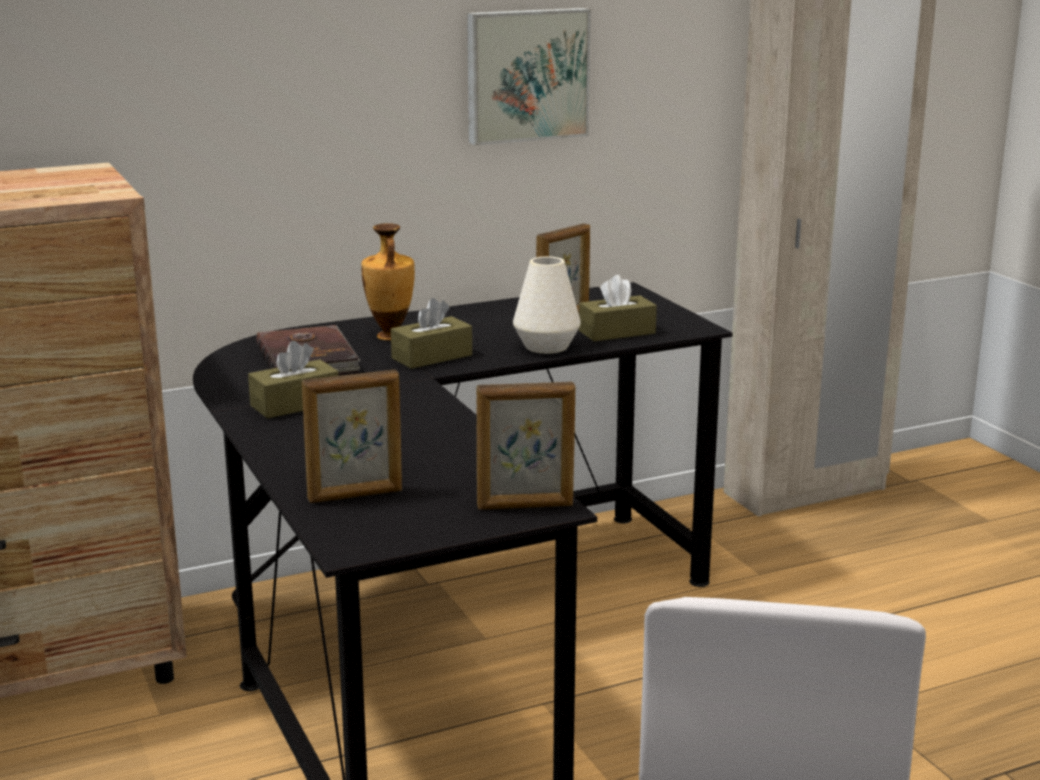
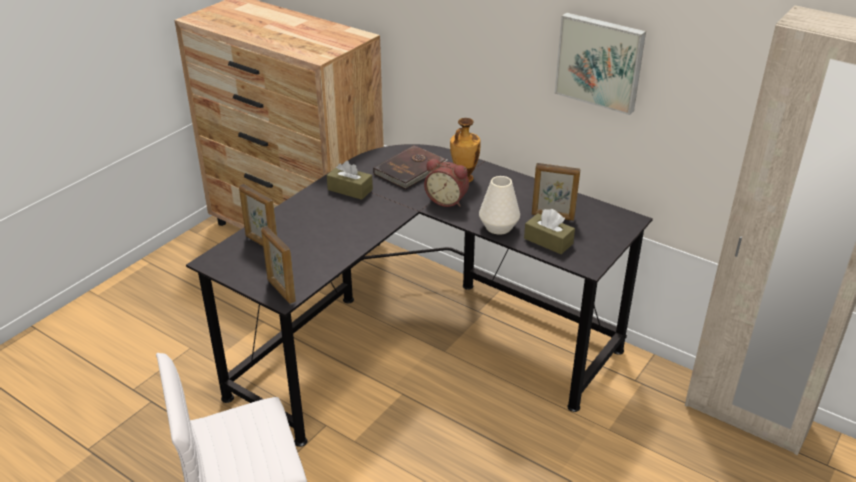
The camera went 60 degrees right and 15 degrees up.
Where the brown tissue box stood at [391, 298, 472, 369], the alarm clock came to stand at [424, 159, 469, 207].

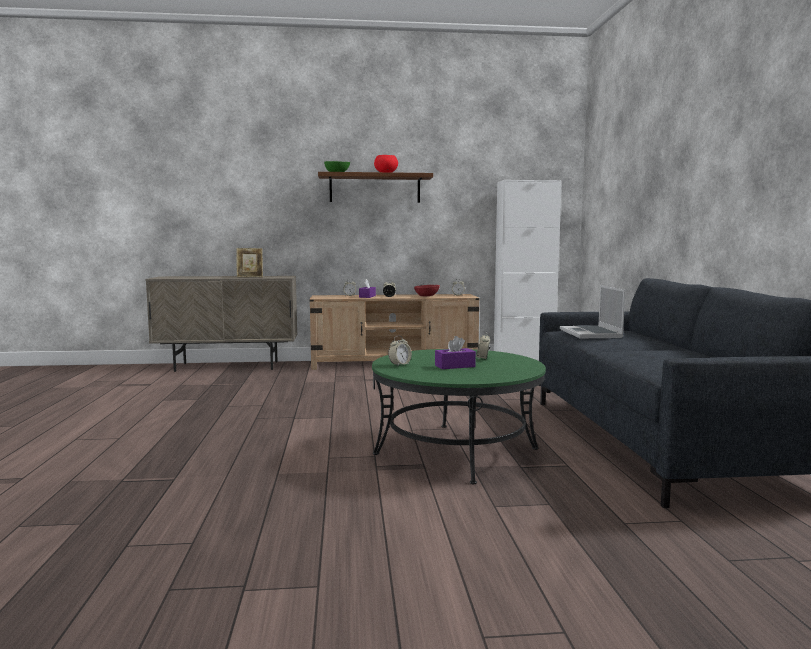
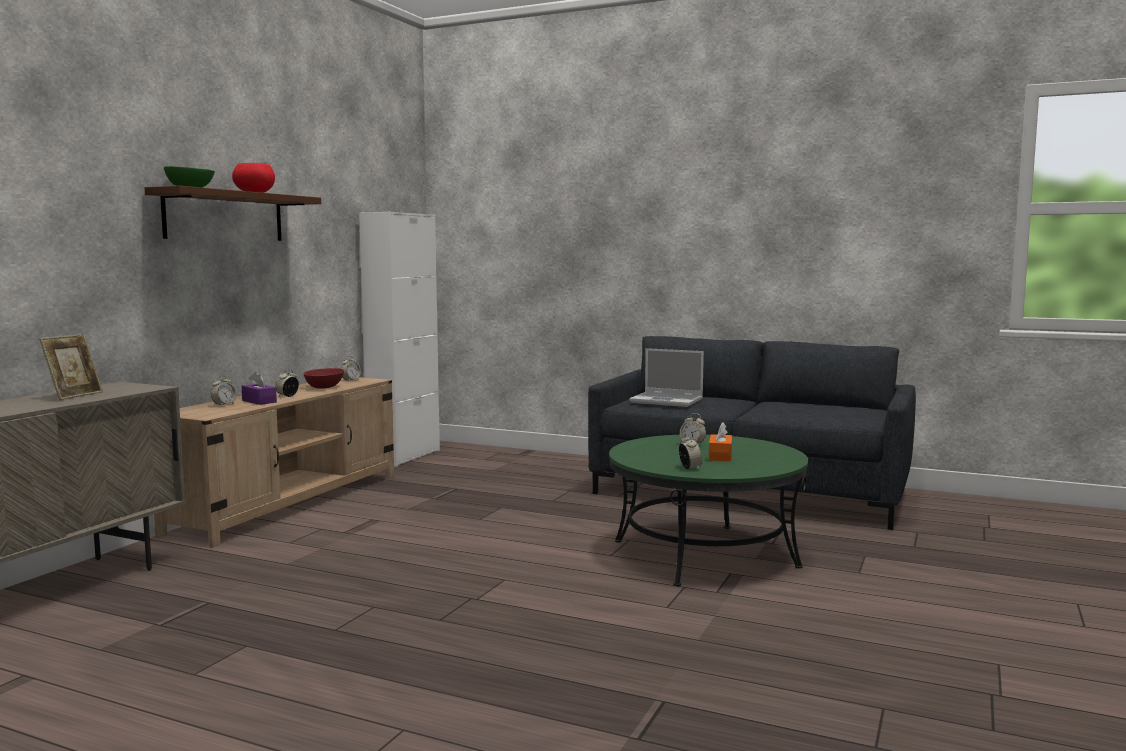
The camera went 60 degrees left and 0 degrees up.
What was the purple tissue box at [435, 336, 476, 369] turned into the orange tissue box at [709, 422, 732, 461].

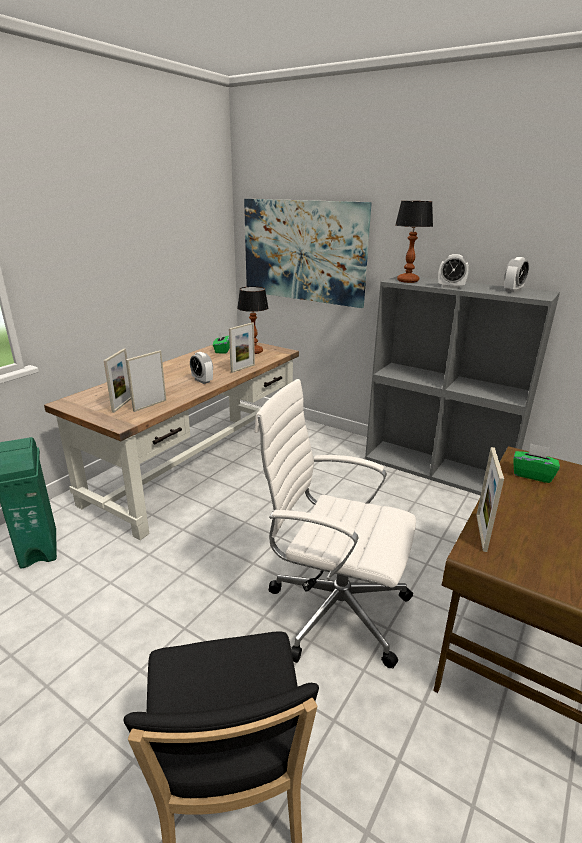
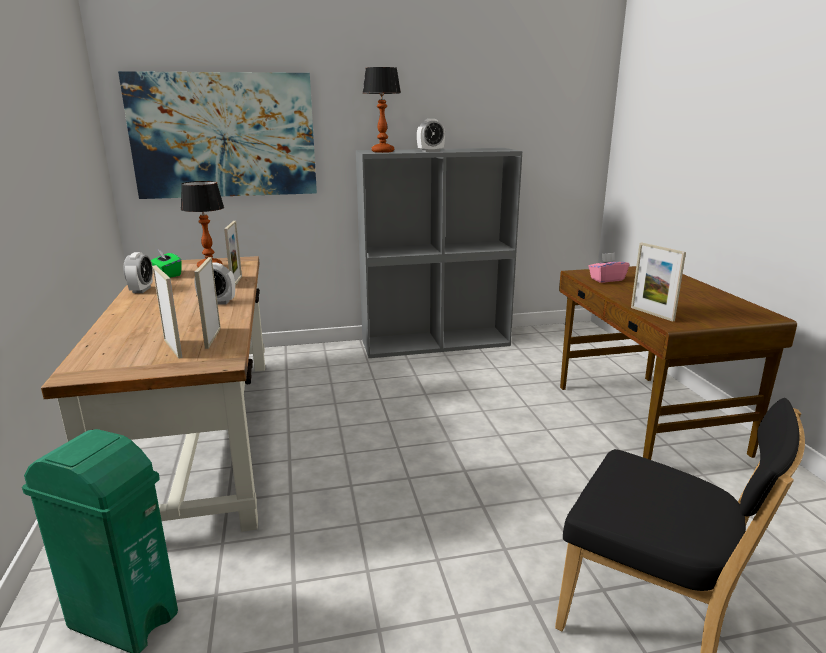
The camera went 45 degrees left and 5 degrees down.
The second view lost the white office chair at [254, 379, 416, 669].
The alarm clock ended up elsewhere, having gone from [504, 257, 529, 292] to [123, 252, 153, 293].
What was the green tissue box at [513, 443, 560, 483] turned into the pink tissue box at [588, 252, 629, 283].

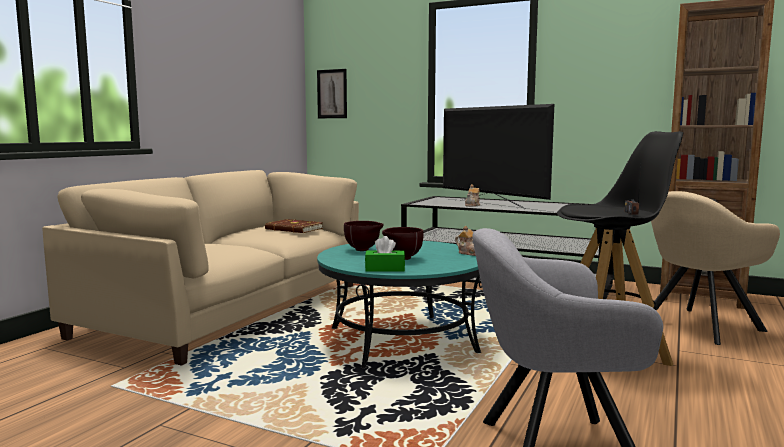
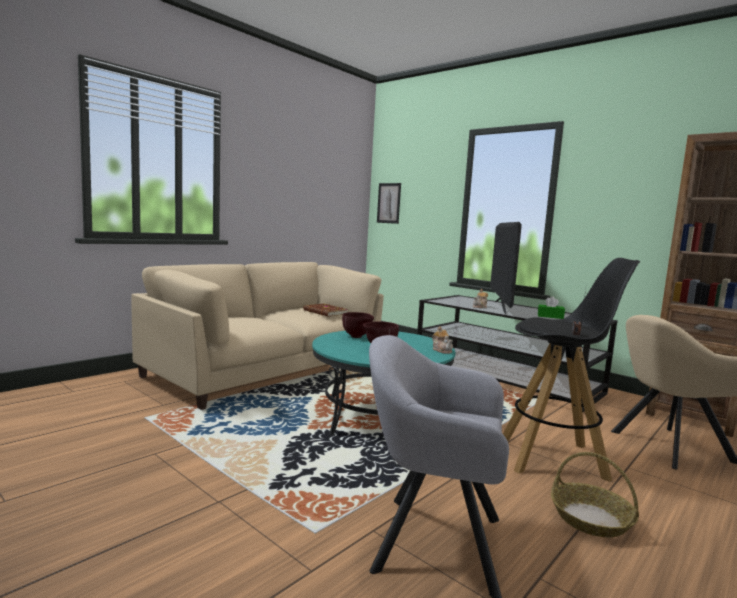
The camera went 15 degrees right and 0 degrees up.
The green tissue box ended up elsewhere, having gone from [365, 236, 405, 272] to [538, 296, 565, 319].
The television at [443, 104, 554, 209] ended up facing another way, 150 degrees counterclockwise from before.
The second view gained the basket at [551, 452, 639, 537].

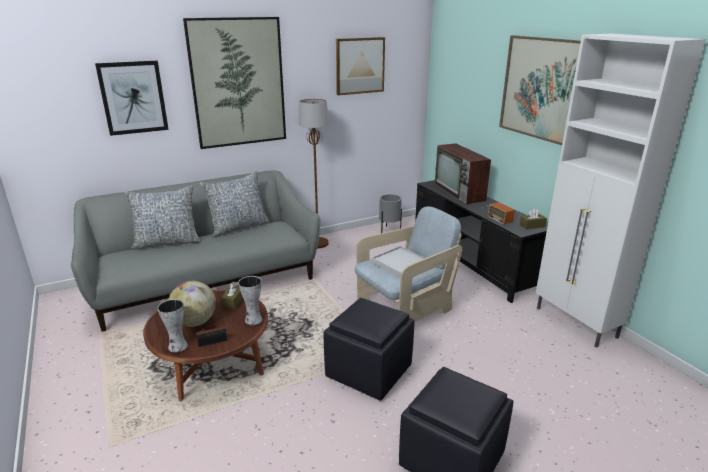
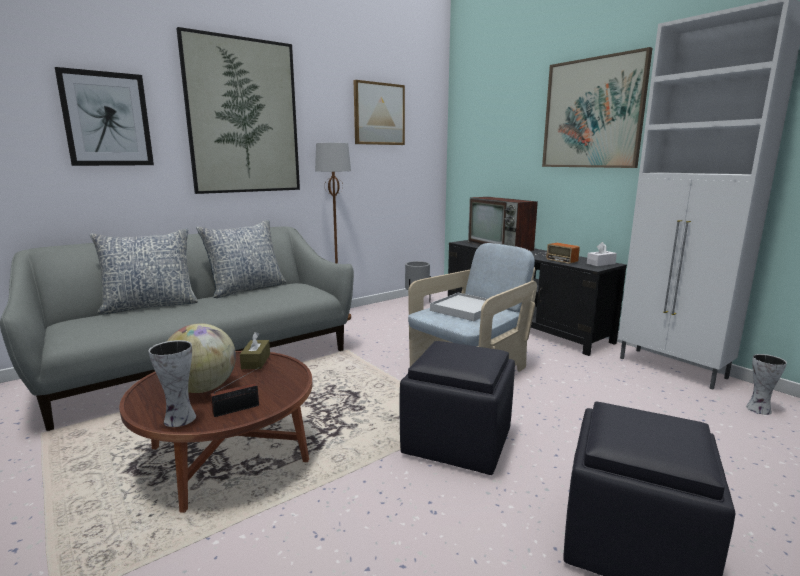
The camera went 10 degrees left and 10 degrees down.
The vase ended up elsewhere, having gone from [238, 276, 263, 325] to [746, 354, 787, 415].
What was the brown tissue box at [520, 208, 547, 230] turned into the white tissue box at [587, 242, 617, 266].

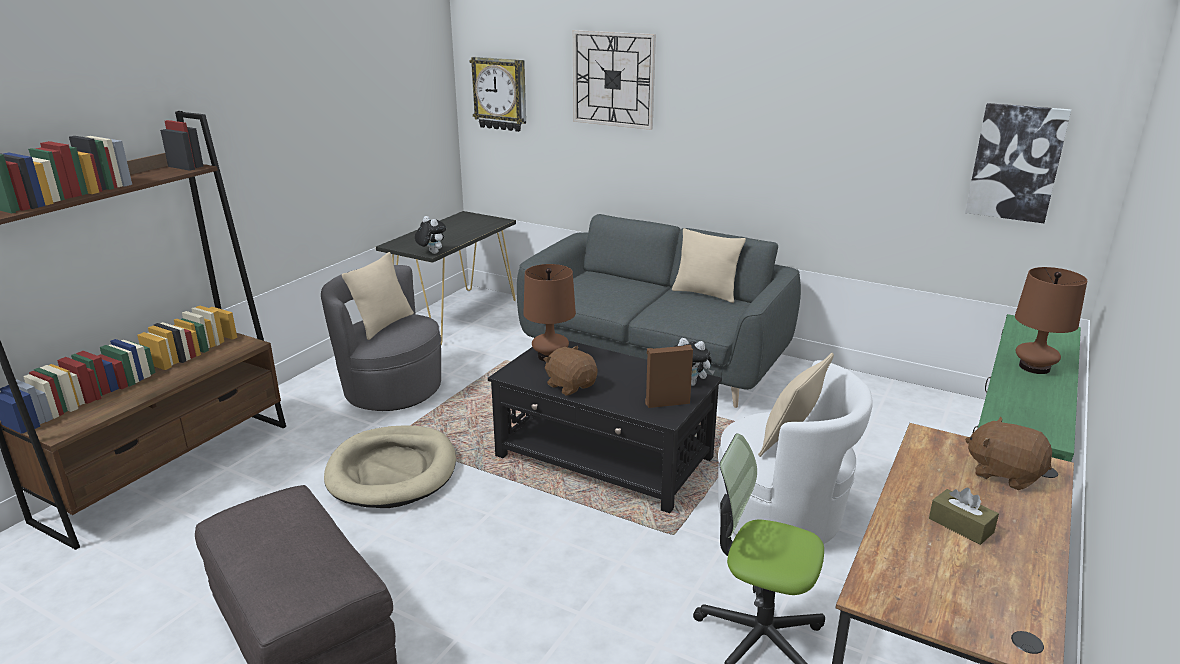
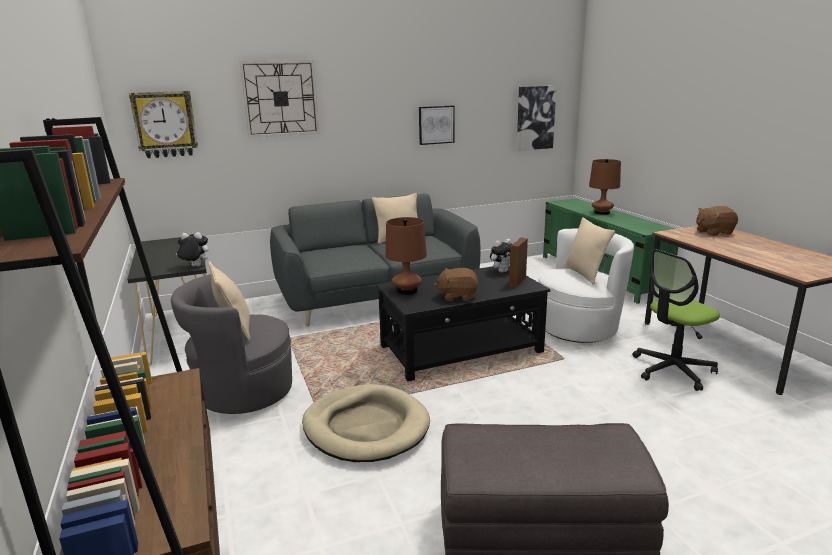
The camera went 50 degrees left and 5 degrees down.
The second view lost the brown tissue box at [929, 488, 999, 545].
The second view gained the picture at [419, 106, 455, 145].

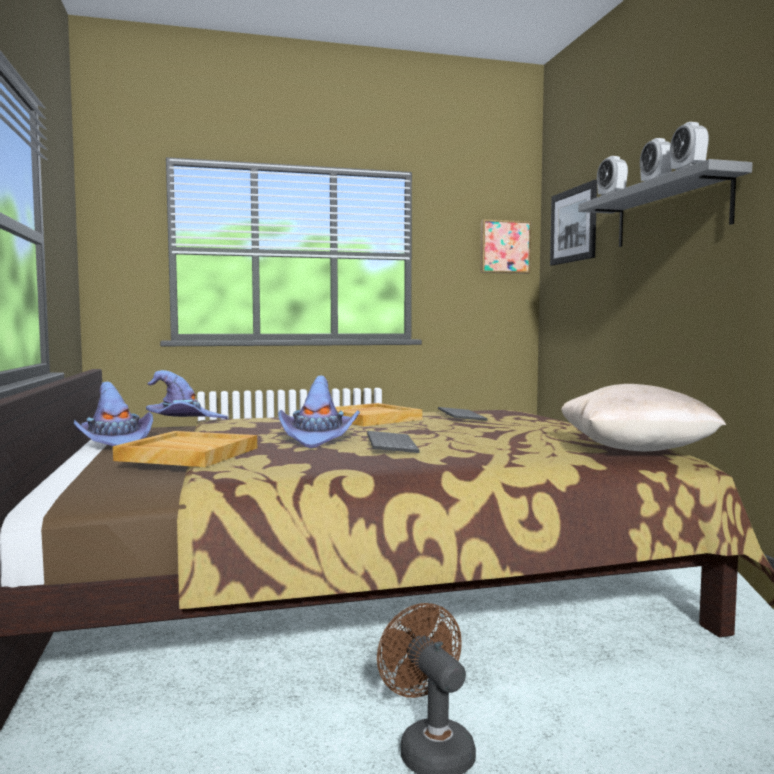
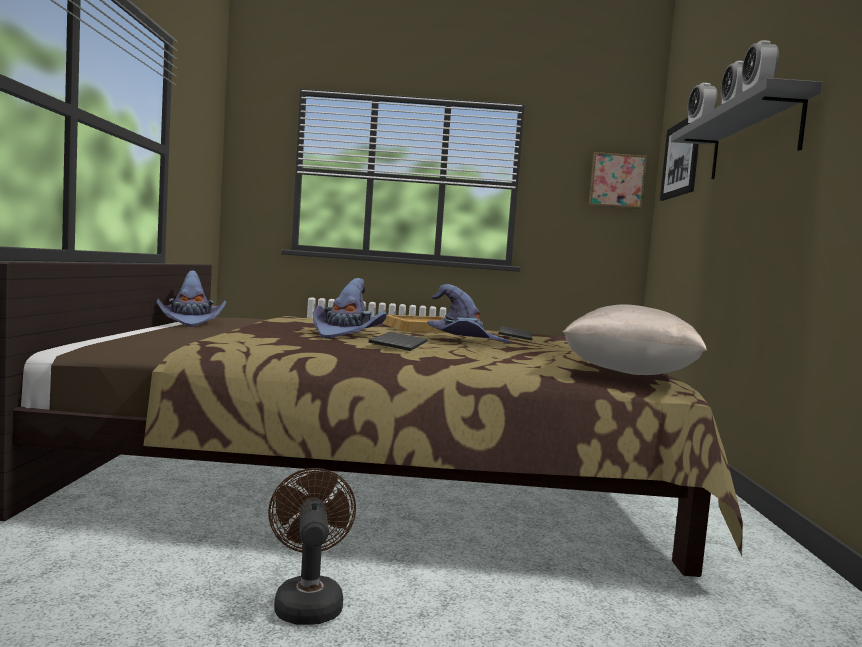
The camera went 15 degrees right and 0 degrees up.
The second view lost the beige tray at [113, 431, 257, 467].
The purple hat ended up elsewhere, having gone from [146, 370, 228, 419] to [428, 284, 510, 344].

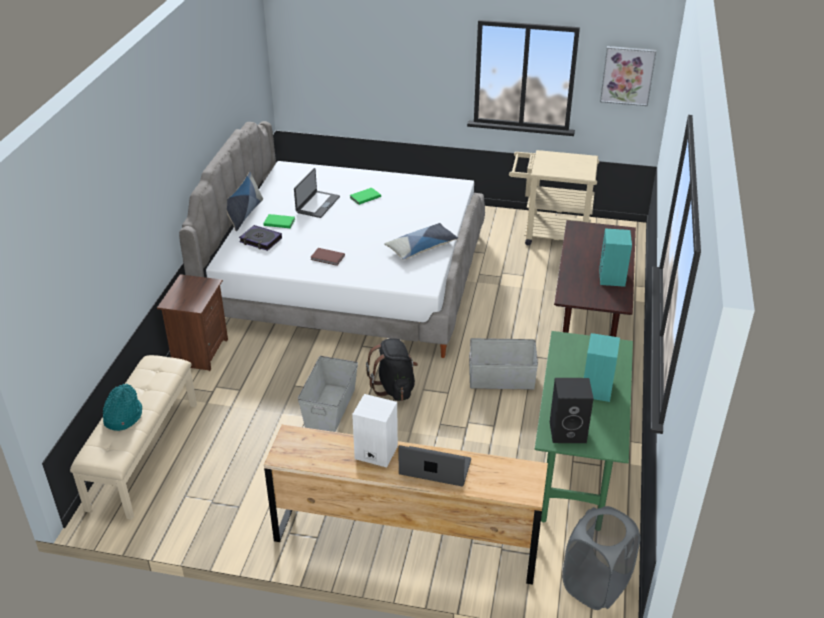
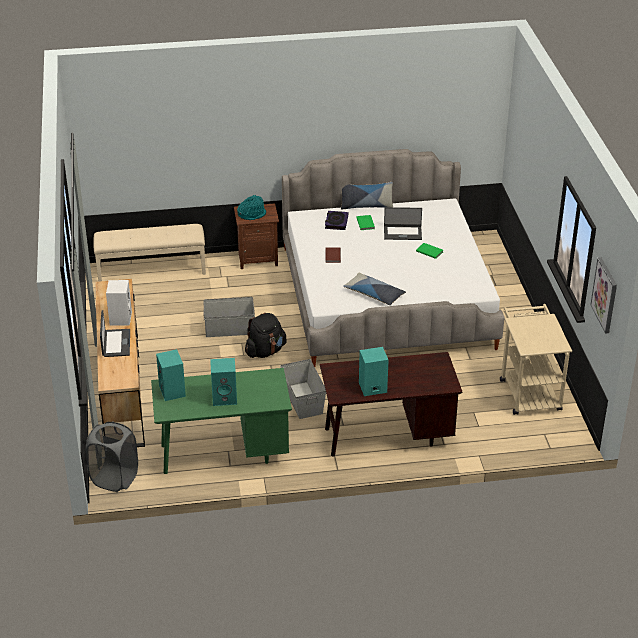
The camera went 70 degrees right and 0 degrees up.
The turquoise hat ended up elsewhere, having gone from [103, 383, 142, 431] to [237, 195, 266, 220].
What was the black speaker at [550, 378, 594, 443] turned into the turquoise speaker at [156, 349, 186, 401].

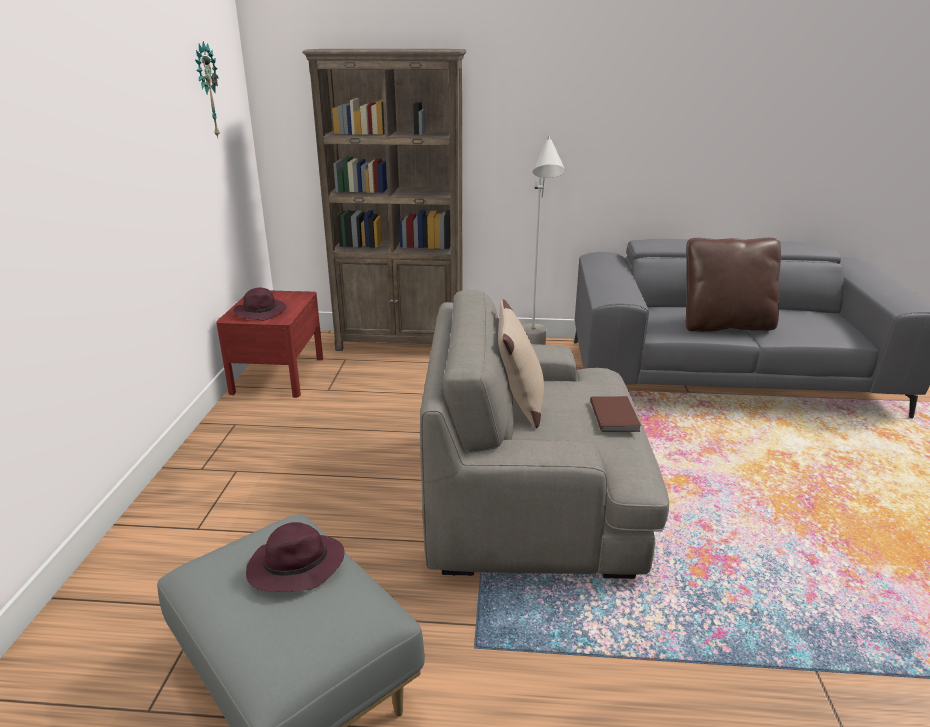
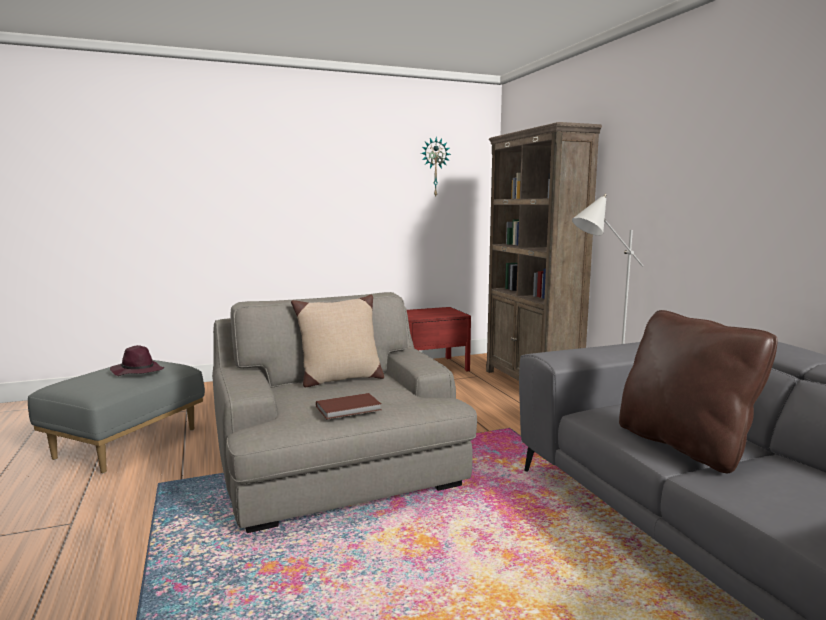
The camera went 65 degrees right and 15 degrees down.
The second view lost the purple hat at [233, 287, 287, 320].

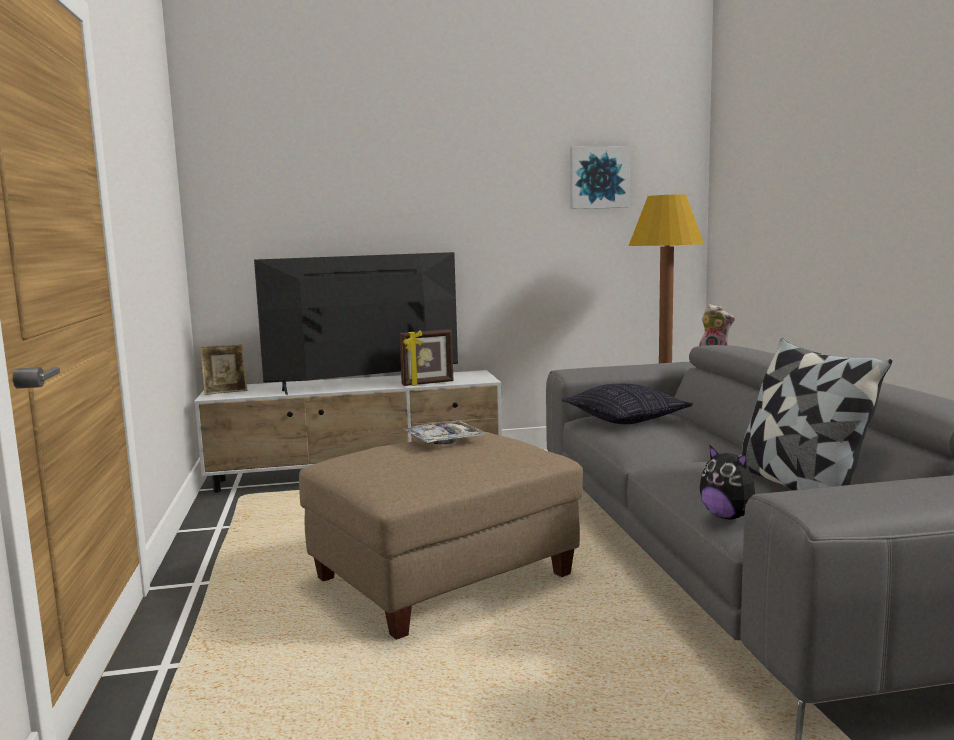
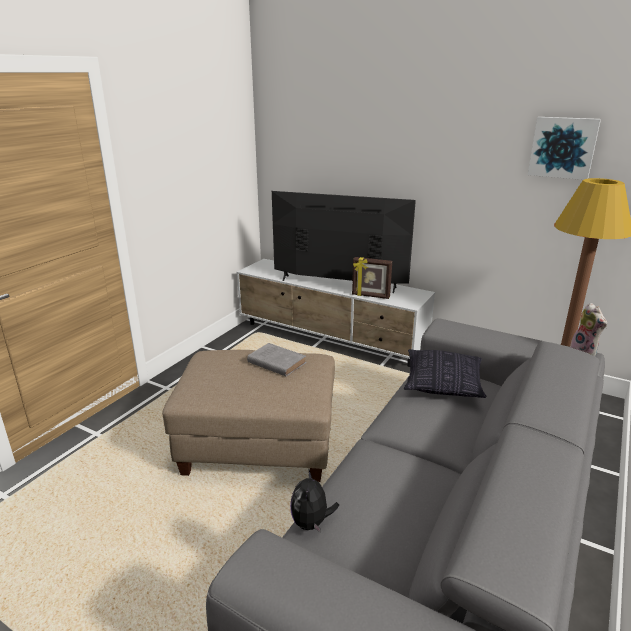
The camera went 40 degrees right and 15 degrees up.
The second view lost the picture frame at [200, 344, 247, 395].
Where the tray stood at [402, 420, 486, 444], the grey book came to stand at [247, 343, 306, 377].
The second view lost the pillow at [739, 338, 892, 490].

